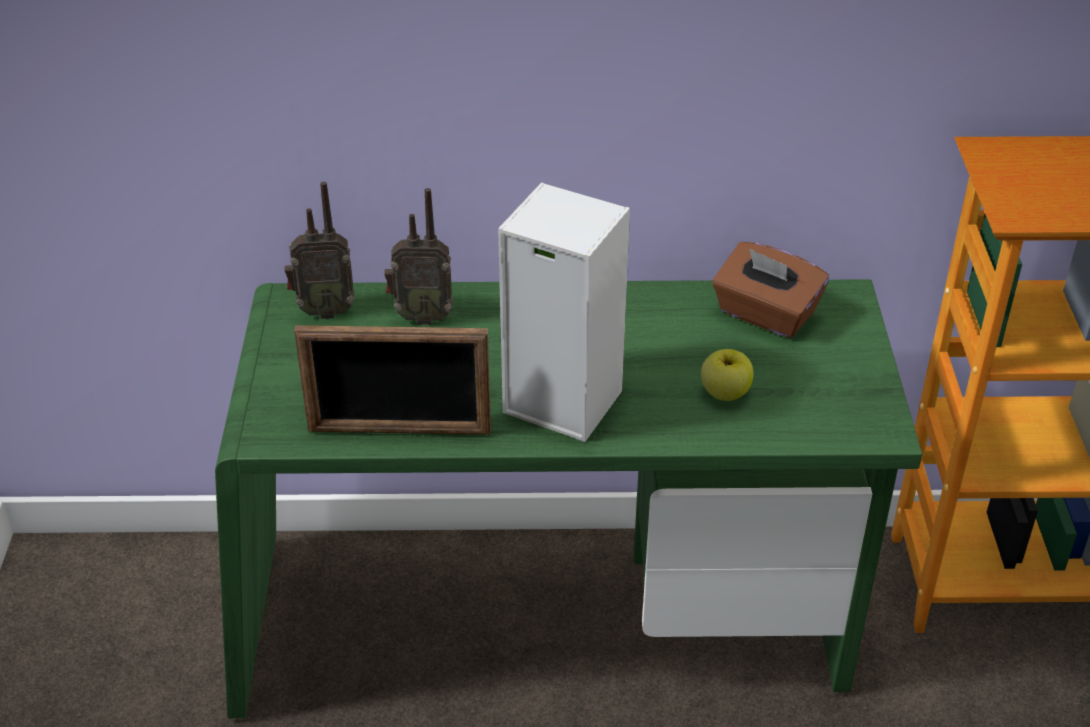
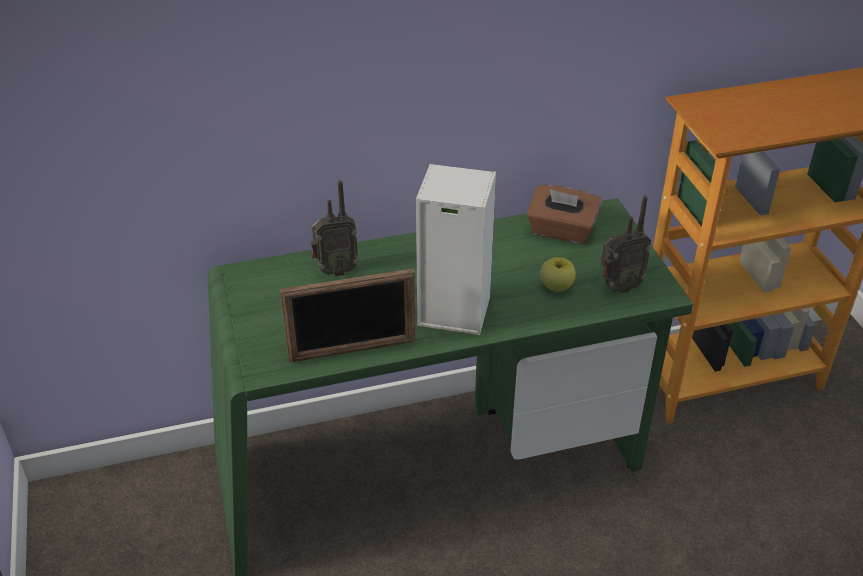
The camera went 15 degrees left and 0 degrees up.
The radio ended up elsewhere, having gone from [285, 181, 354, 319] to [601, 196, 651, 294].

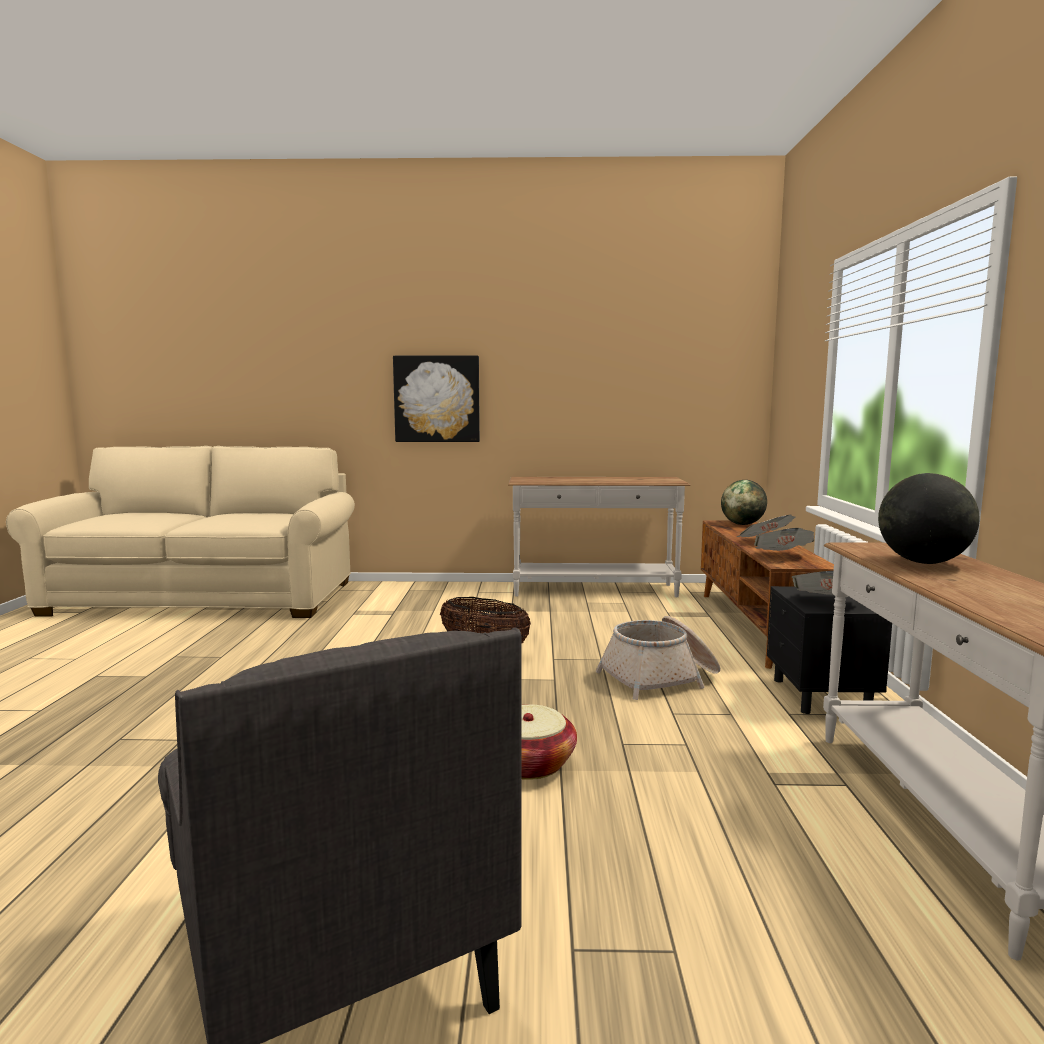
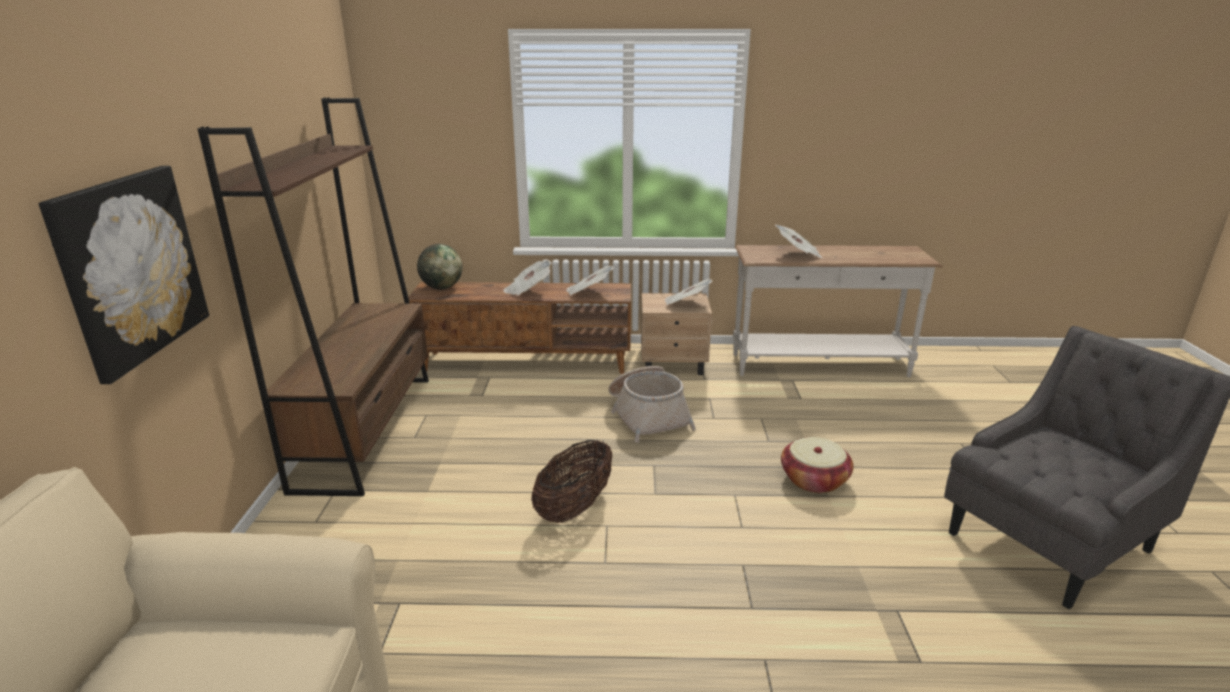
The camera went 90 degrees left and 15 degrees up.
Where the white console table stood at [508, 477, 690, 597], the brown bookcase came to stand at [197, 98, 429, 496].
What was the black nightstand at [767, 586, 892, 714] turned into the beige nightstand at [641, 293, 712, 375].
Where the globe stood at [878, 473, 980, 564], the newspaper came to stand at [775, 225, 823, 258].

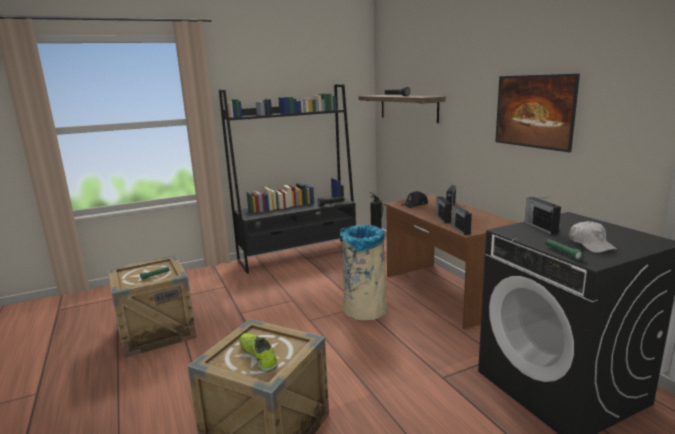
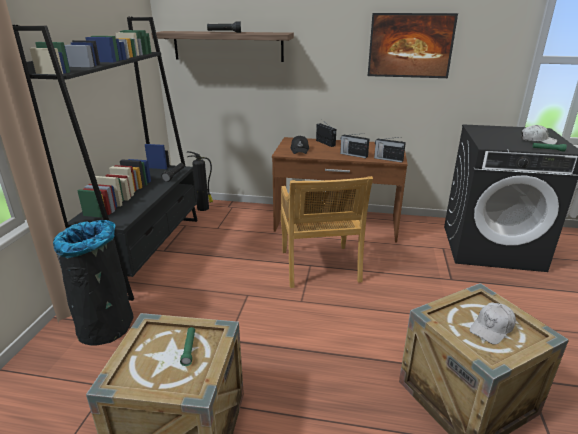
The camera went 55 degrees left and 10 degrees up.
Where the shoe stood at [239, 333, 278, 372], the white cap came to stand at [470, 302, 516, 345].
Where the beige trash can stood at [340, 225, 387, 320], the beige chair came to stand at [281, 176, 373, 288].
The second view lost the radio at [525, 197, 561, 235].
The second view gained the black trash can at [53, 220, 134, 346].

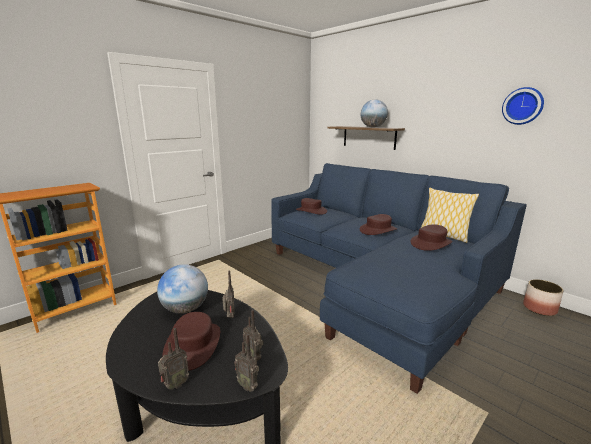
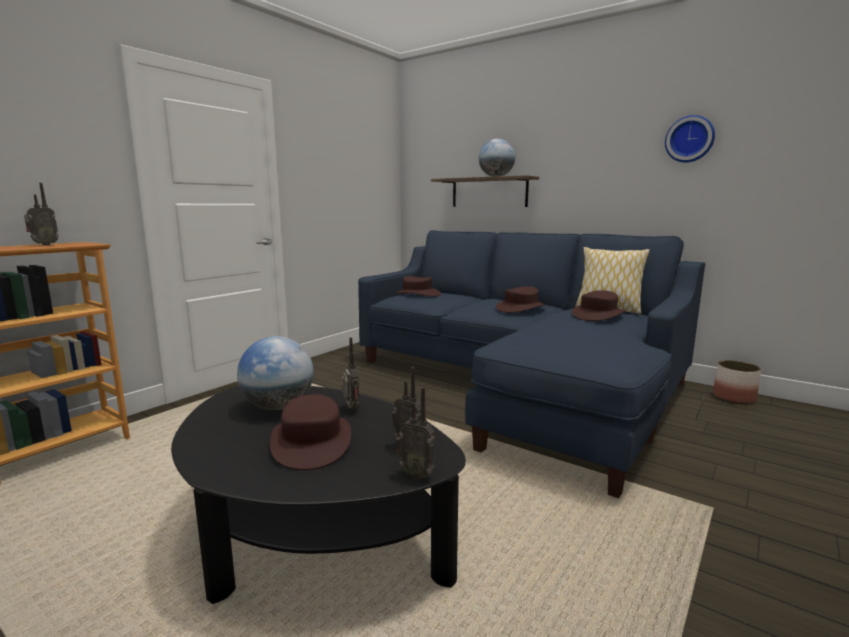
The camera went 10 degrees left and 5 degrees down.
The radio ended up elsewhere, having gone from [158, 328, 189, 390] to [24, 183, 59, 245].

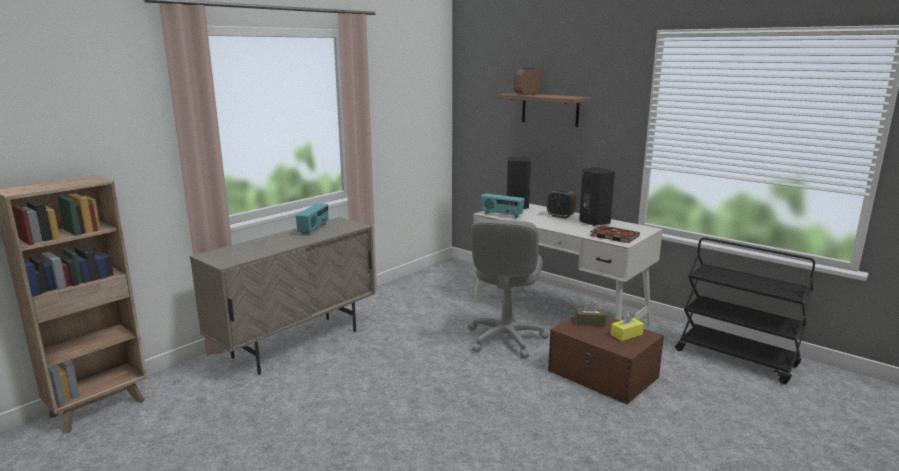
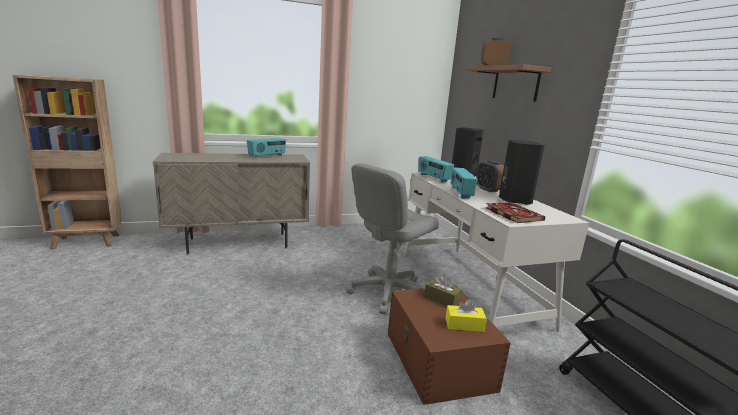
The camera went 30 degrees right and 0 degrees up.
The second view gained the radio at [451, 167, 477, 198].

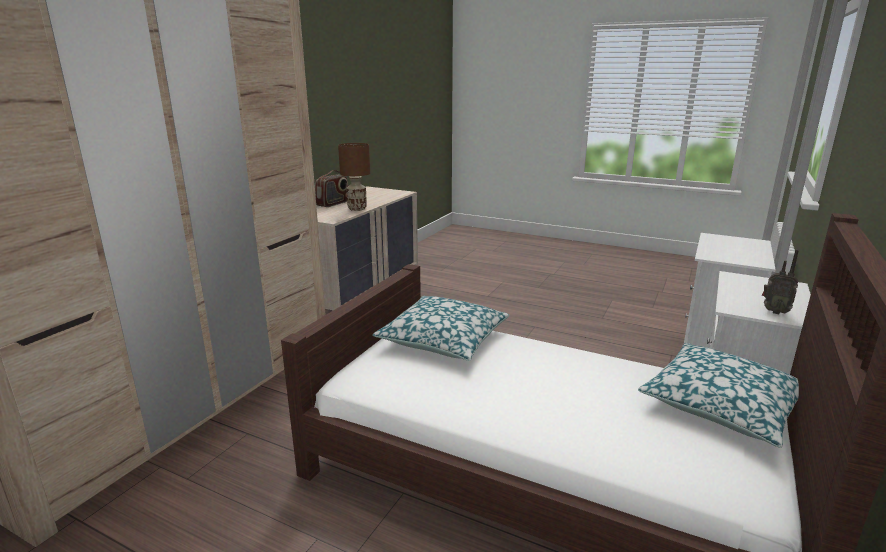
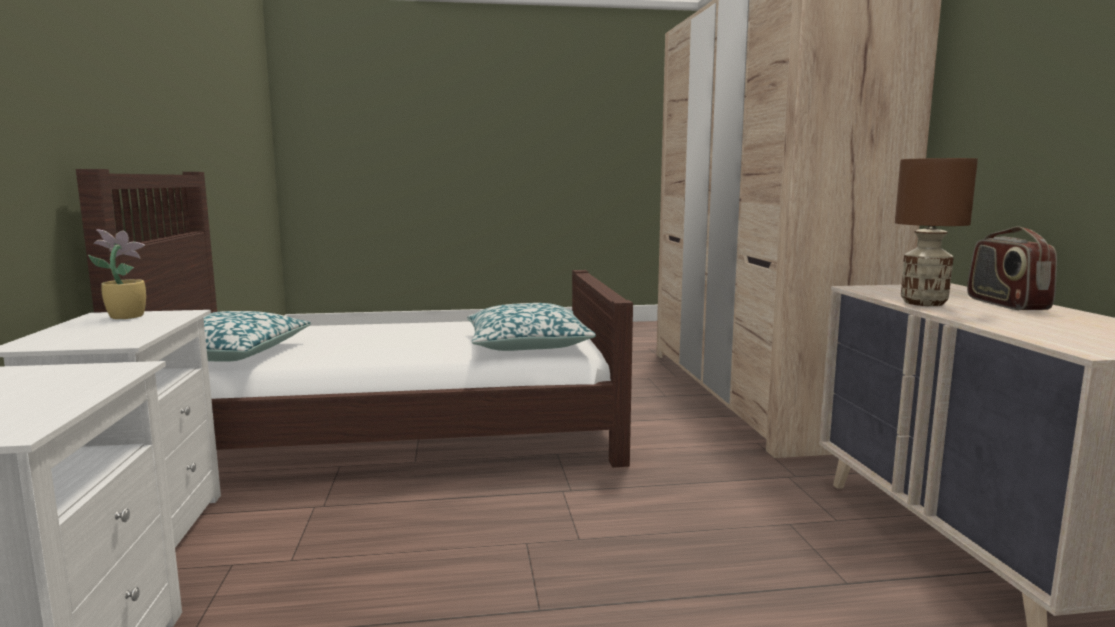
The camera went 145 degrees right and 10 degrees down.
Where the radio stood at [762, 249, 799, 314], the potted plant came to stand at [88, 230, 146, 319].

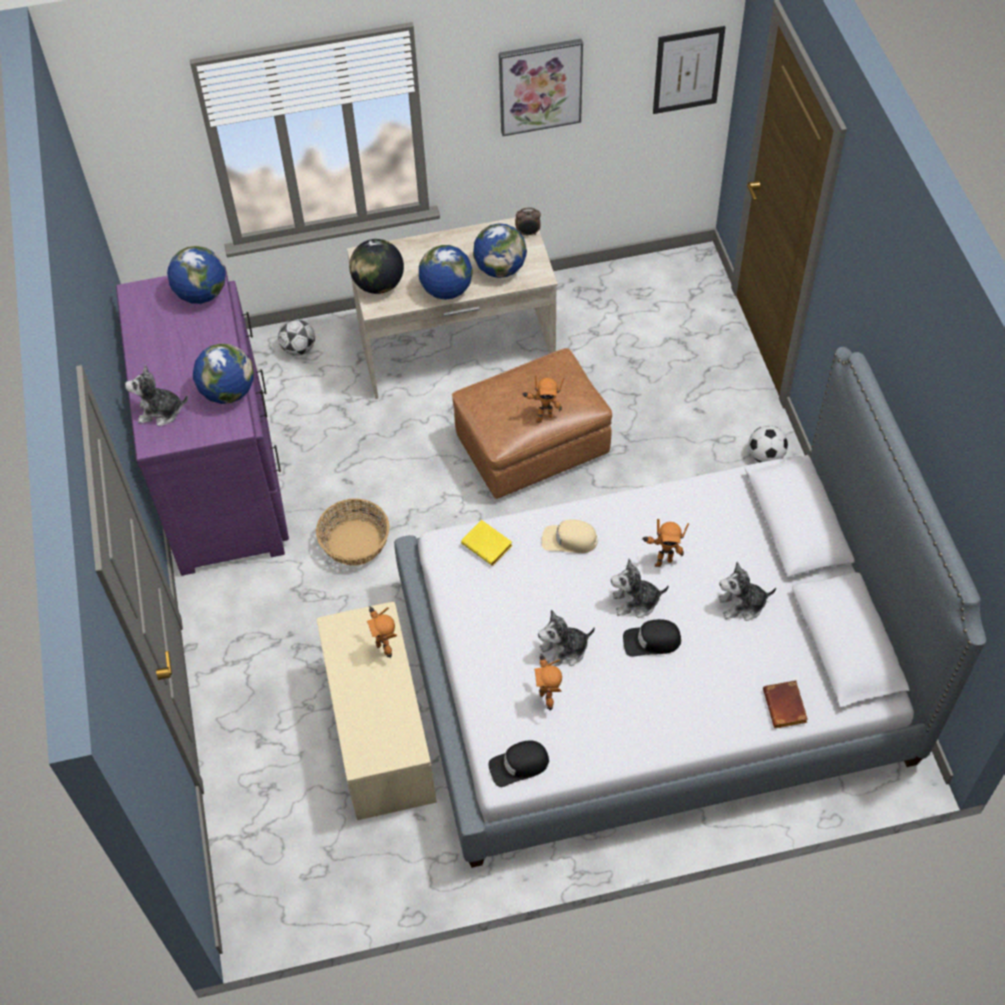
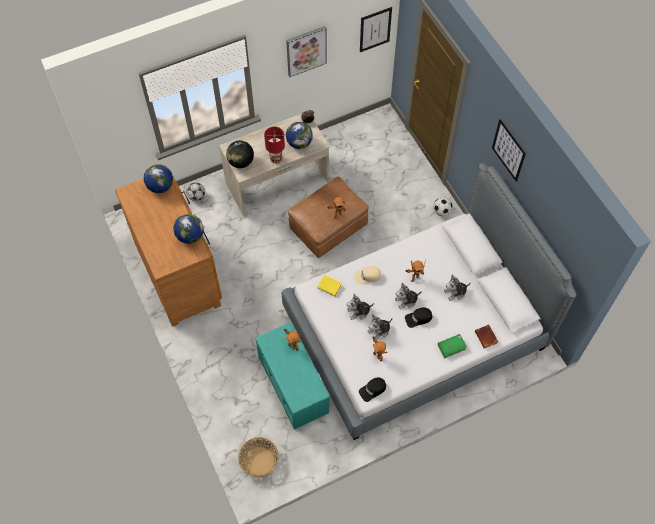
The camera went 15 degrees left and 5 degrees up.
What was the purple dresser at [116, 266, 289, 576] turned into the brown dresser at [115, 176, 222, 327].
The plush toy ended up elsewhere, having gone from [125, 365, 188, 426] to [347, 293, 374, 320].
The basket ended up elsewhere, having gone from [316, 499, 390, 566] to [238, 437, 279, 477].
What was the beige bench at [317, 602, 437, 820] turned into the turquoise bench at [256, 322, 330, 429].
Where the globe stood at [419, 245, 473, 300], the red table lamp came to stand at [264, 127, 285, 164].
The second view gained the green book at [438, 334, 467, 359].
The second view gained the picture at [492, 119, 526, 181].

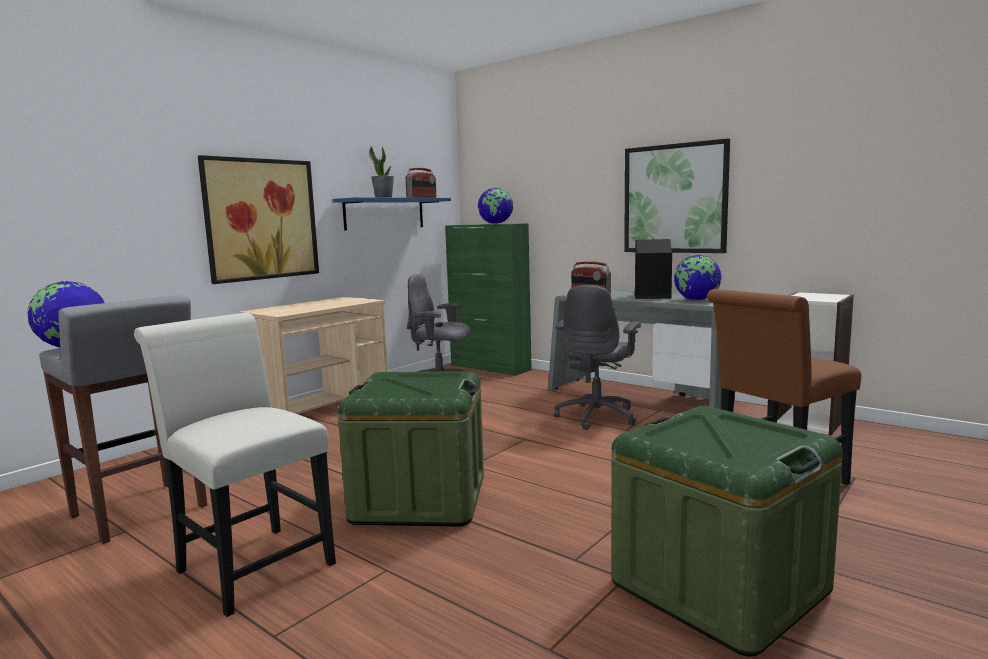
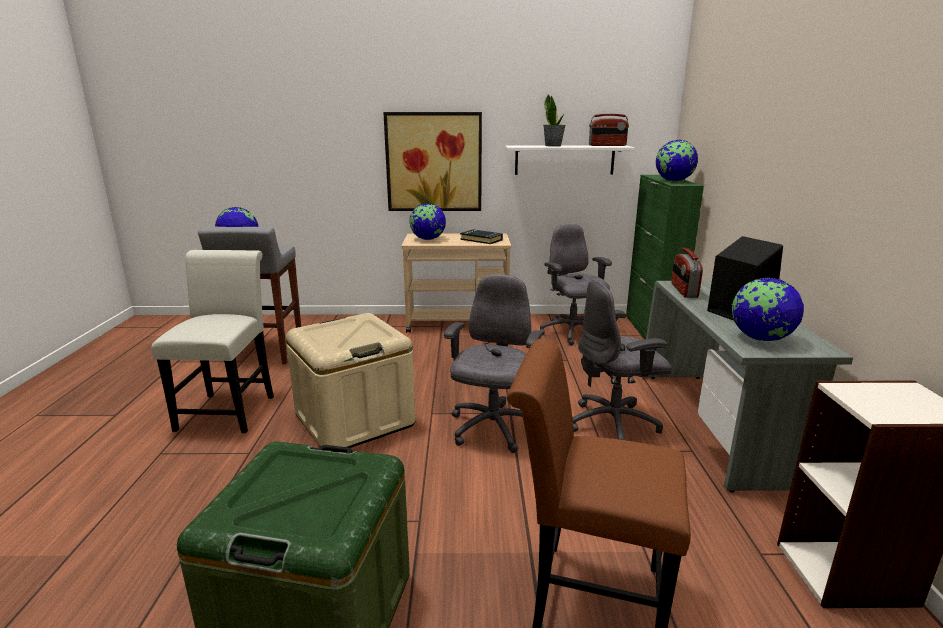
The camera went 50 degrees right and 10 degrees up.
What was the blue shelf at [333, 197, 451, 231] turned into the white shelf at [505, 145, 635, 175].
What was the green storage box at [338, 371, 484, 526] turned into the beige storage box at [286, 313, 415, 452].
The second view lost the picture at [624, 138, 730, 253].
The second view gained the globe at [409, 203, 446, 240].
The second view gained the grey office chair at [444, 274, 543, 453].
The second view gained the black book at [460, 229, 503, 244].

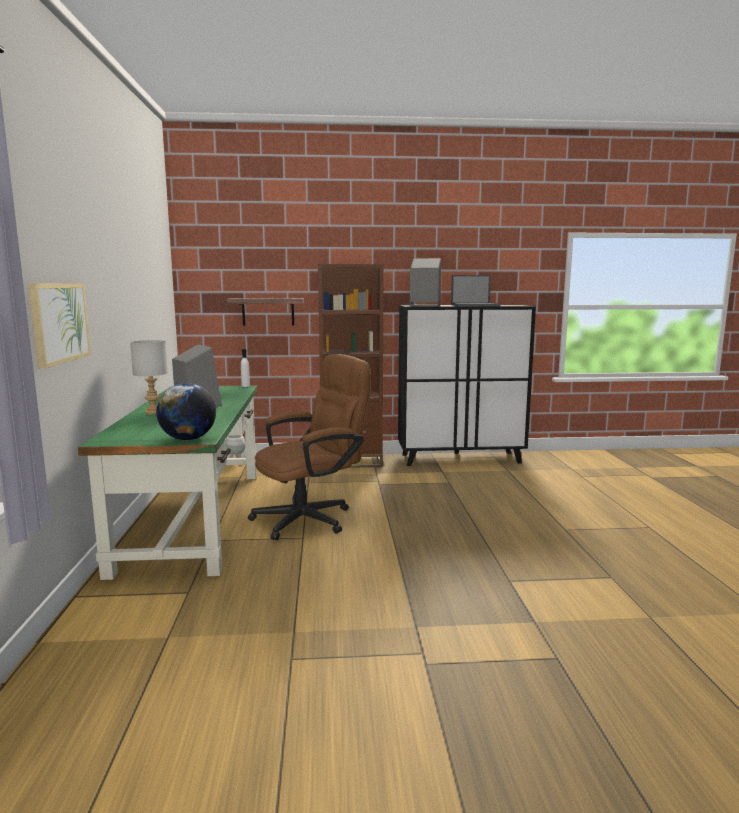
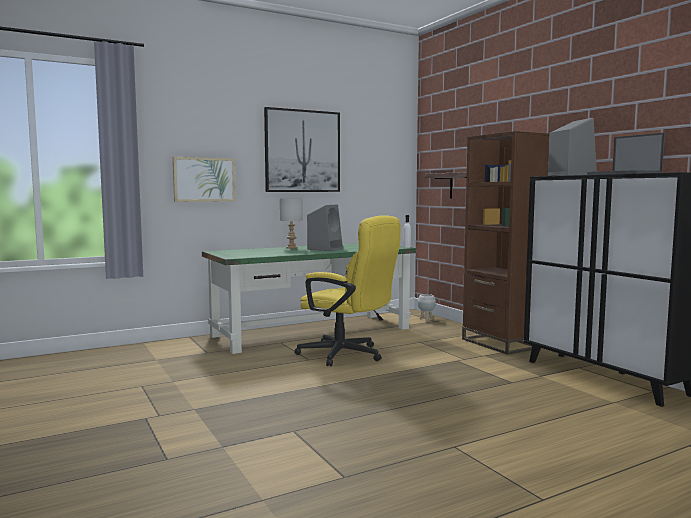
The camera went 65 degrees right and 5 degrees down.
The second view lost the globe at [156, 383, 216, 440].
What was the brown office chair at [248, 354, 371, 540] turned into the yellow office chair at [295, 215, 401, 366].
The second view gained the picture at [264, 107, 340, 192].

